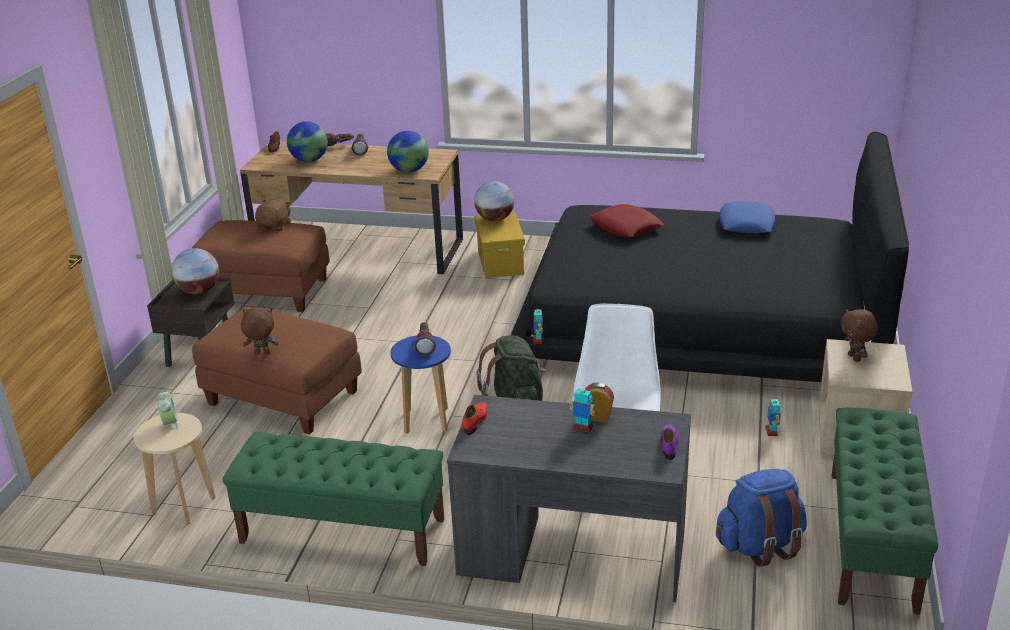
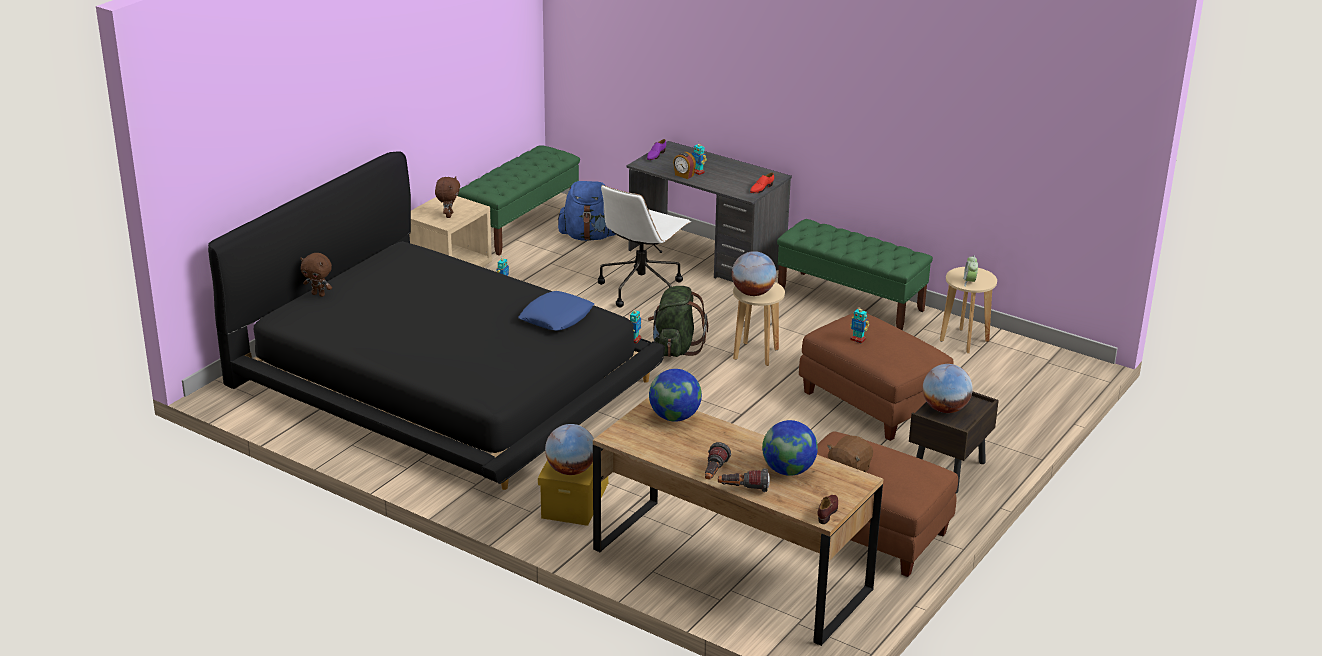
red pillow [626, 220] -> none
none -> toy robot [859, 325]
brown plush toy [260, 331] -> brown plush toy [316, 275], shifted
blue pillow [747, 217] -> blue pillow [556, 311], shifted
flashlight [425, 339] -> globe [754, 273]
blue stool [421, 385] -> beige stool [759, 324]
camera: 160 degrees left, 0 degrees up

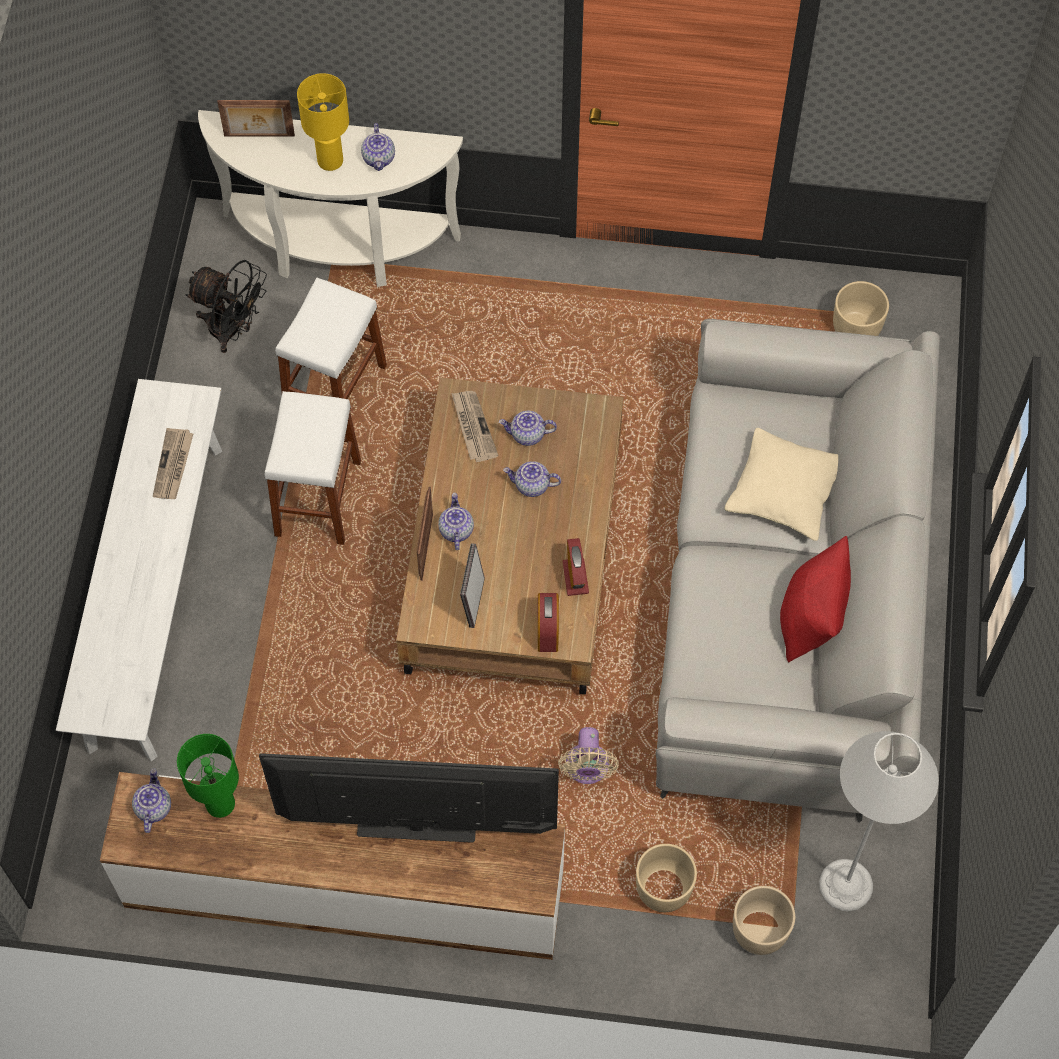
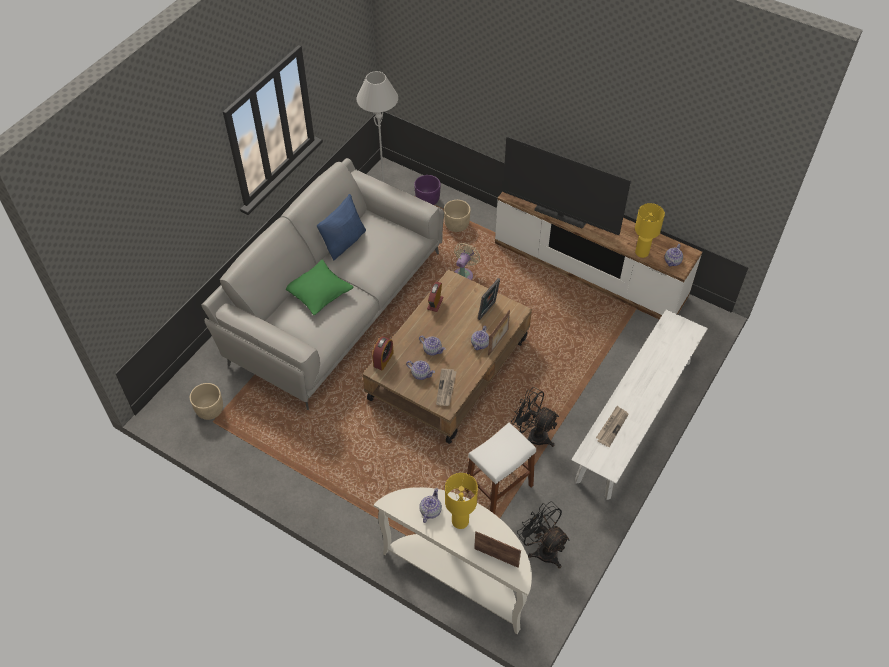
alarm clock [548, 622] -> alarm clock [383, 353], shifted
white stool [313, 468] -> black fan [535, 417]
green table lamp [208, 776] -> yellow table lamp [650, 230]
beige pillow [781, 484] -> green pillow [320, 287]
beige planter [764, 920] -> purple planter [427, 190]
red pillow [815, 599] -> blue pillow [341, 227]
camera: 155 degrees left, 10 degrees down

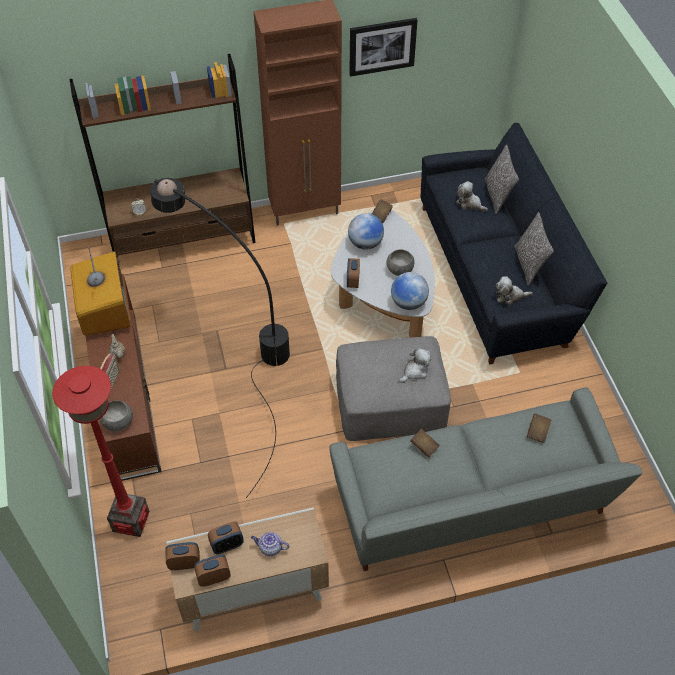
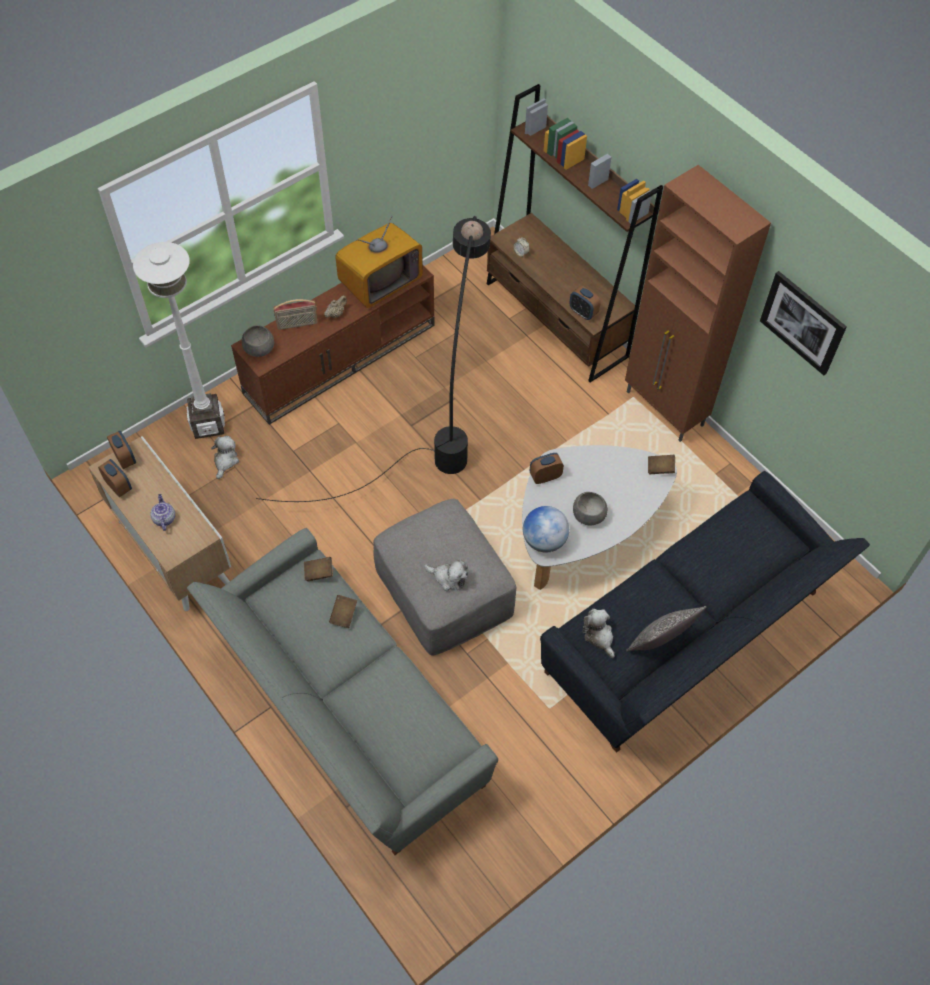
globe [366, 231] -> none
pillow [502, 179] -> none
alarm clock [226, 537] -> alarm clock [585, 303], shifted
plush toy [472, 196] -> plush toy [225, 457], shifted
brown book [539, 428] -> brown book [318, 569], shifted
red floor lamp [100, 451] -> white floor lamp [179, 340]
camera: 65 degrees right, 5 degrees up

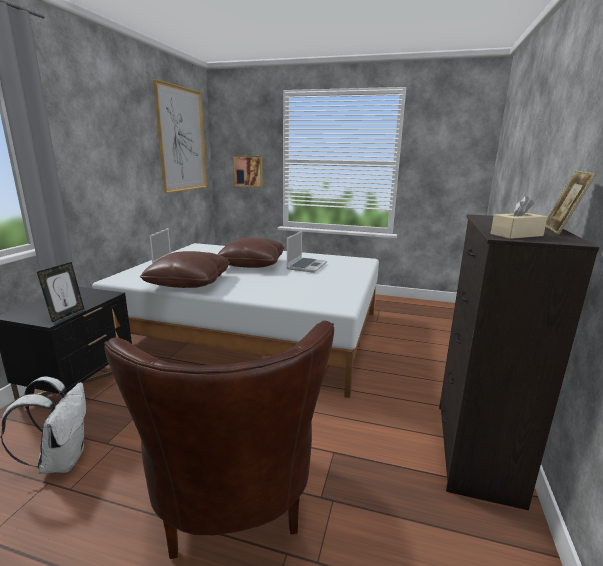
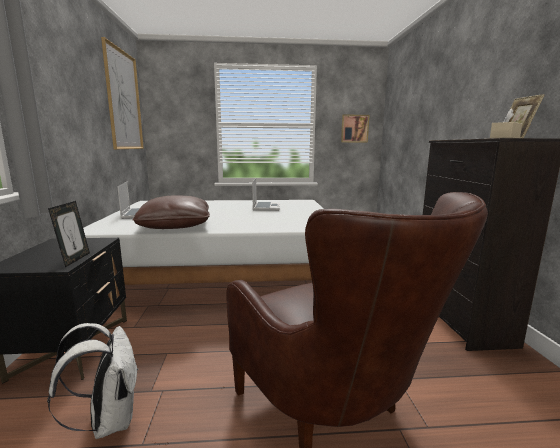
brown pillow [250, 253] -> none
picture [248, 171] -> picture [355, 128], shifted
camera: 20 degrees left, 5 degrees down

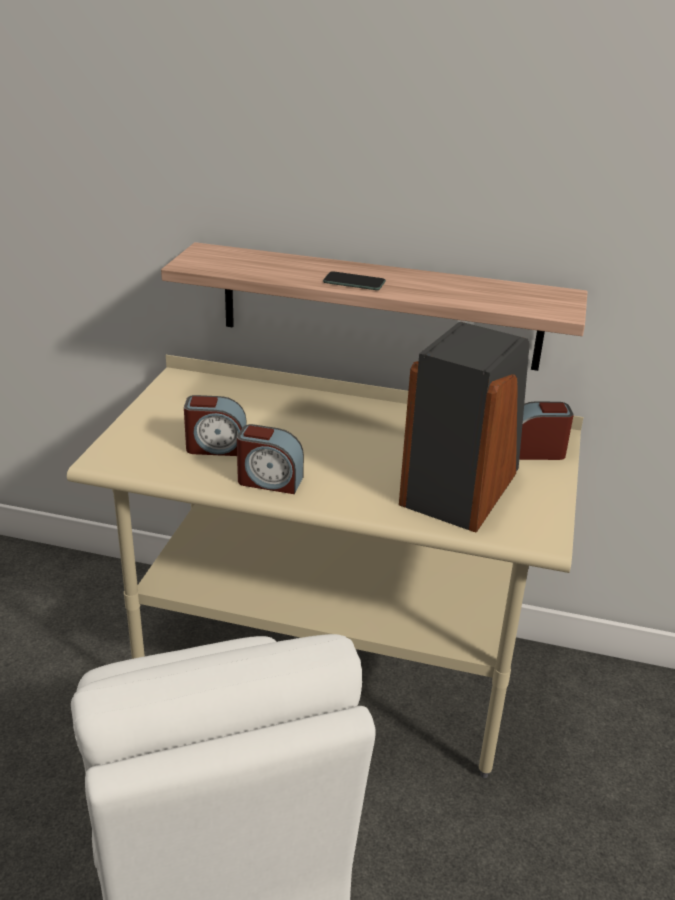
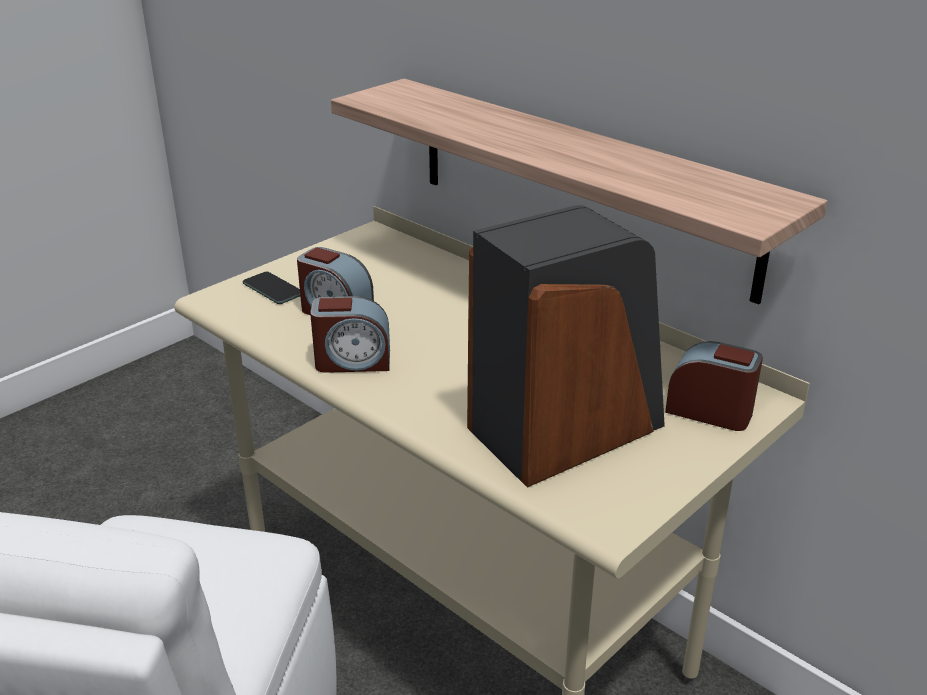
phone [354, 280] -> phone [271, 288], shifted
alarm clock [270, 459] -> alarm clock [350, 334], 45 degrees counterclockwise
camera: 30 degrees right, 0 degrees up

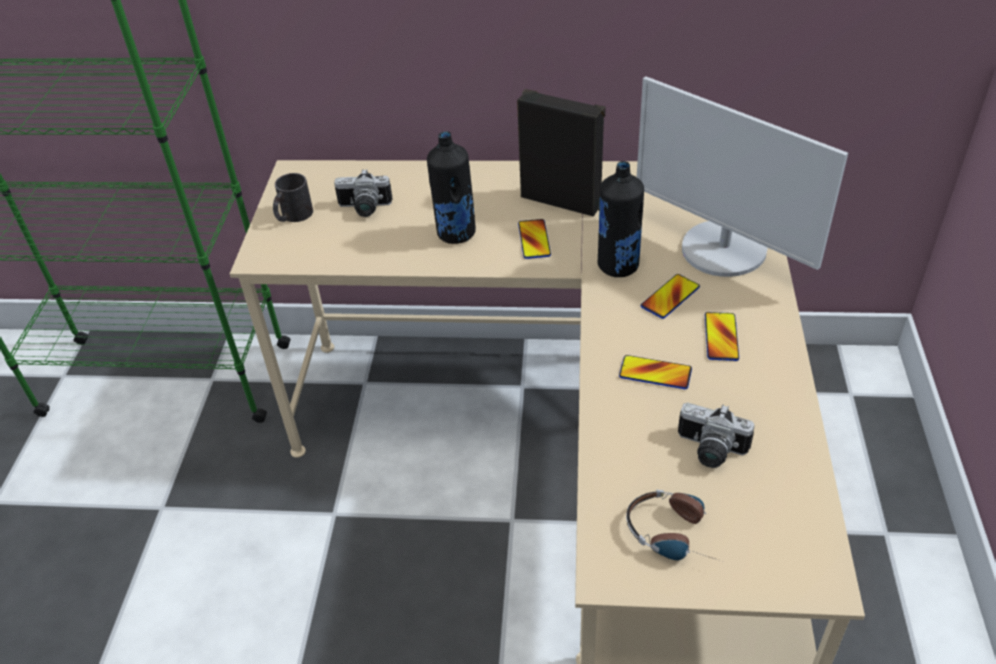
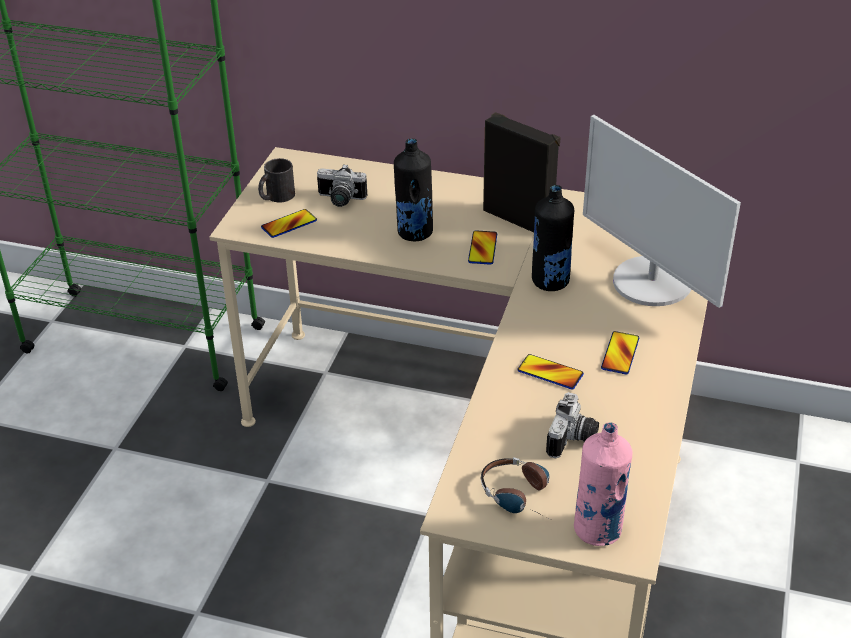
none -> pink bottle [603, 484]
phone [670, 296] -> phone [289, 223], shifted
photo camera [716, 435] -> photo camera [572, 425], 105 degrees counterclockwise
camera: 10 degrees right, 5 degrees down

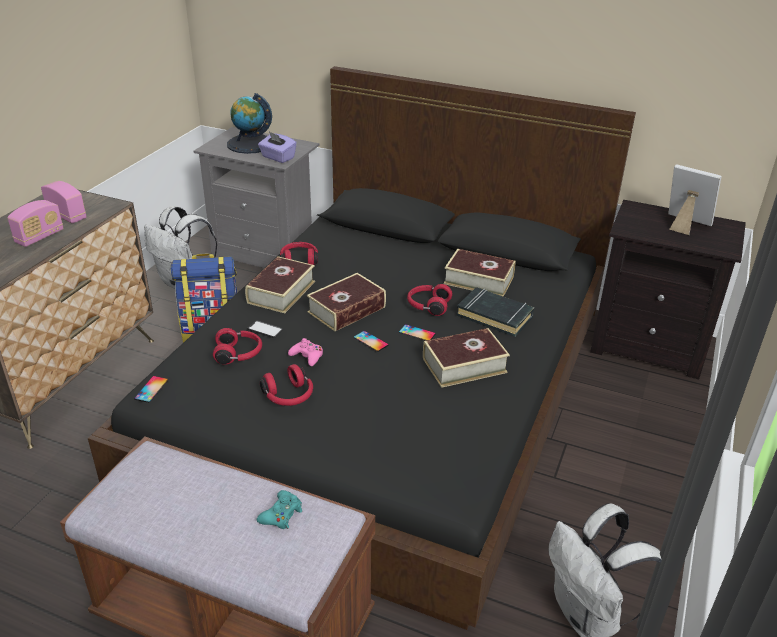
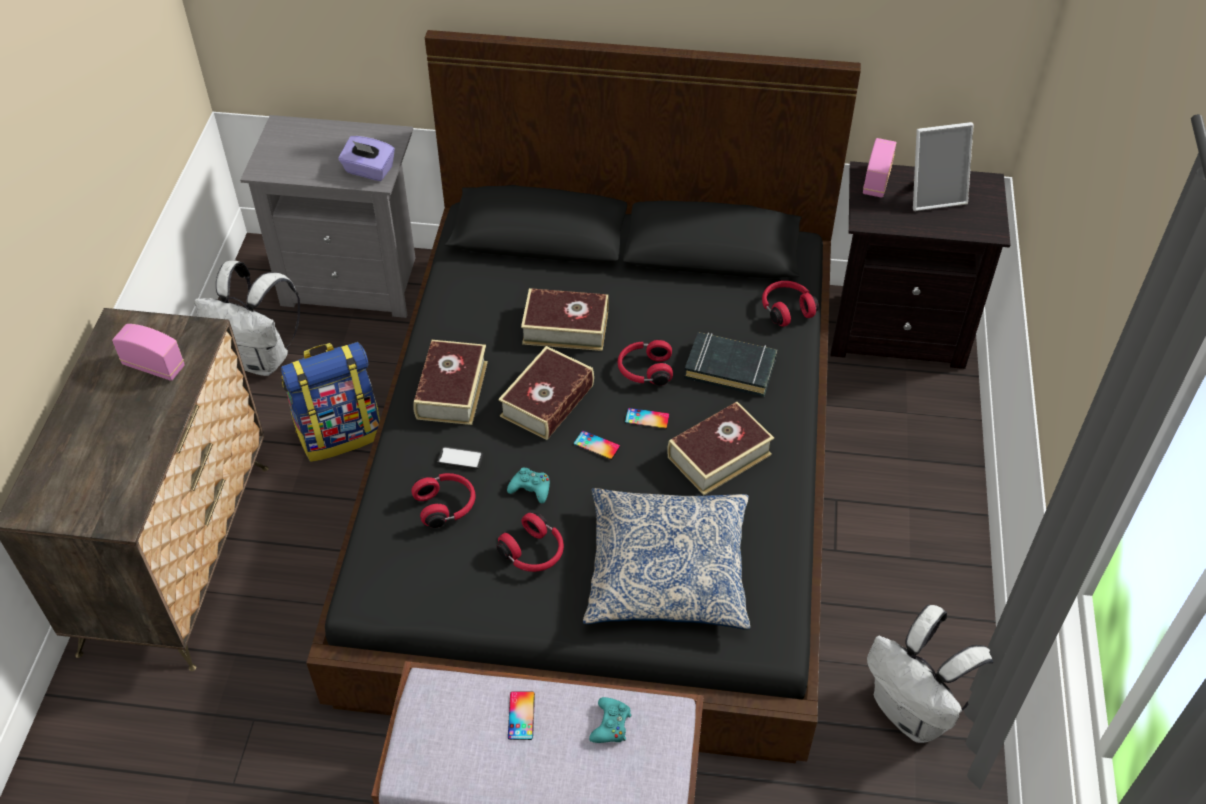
globe [249, 123] -> none
none -> pillow [666, 559]
radio [35, 223] -> radio [879, 168], shifted
phone [151, 389] -> phone [521, 715], shifted
red headphones [299, 253] -> red headphones [790, 304], shifted
book [480, 273] -> book [564, 319], shifted
pink game controller [305, 352] -> turquoise game controller [528, 485]
picture frame [695, 199] -> picture frame [943, 166], 150 degrees clockwise
camera: 15 degrees left, 15 degrees up

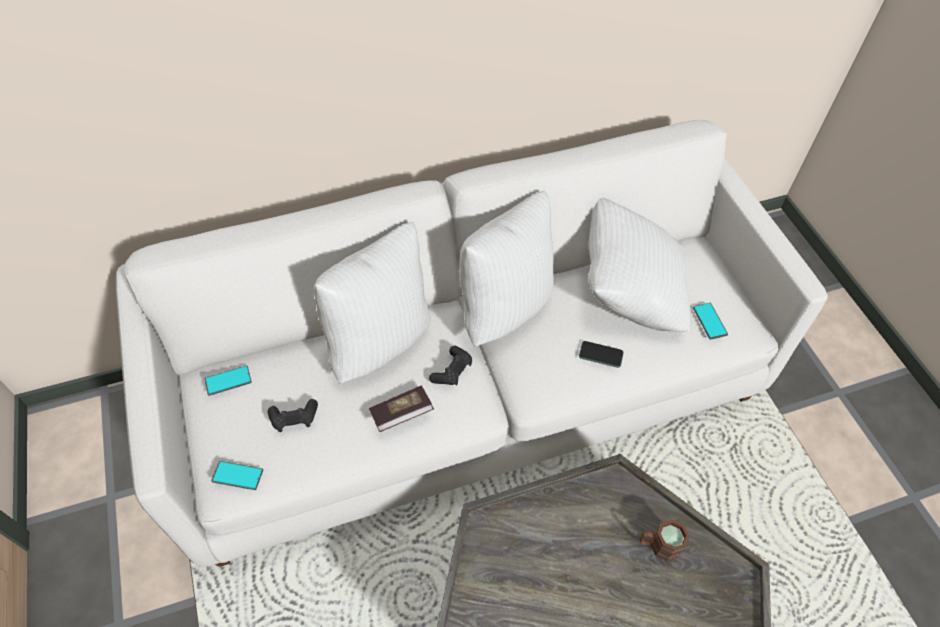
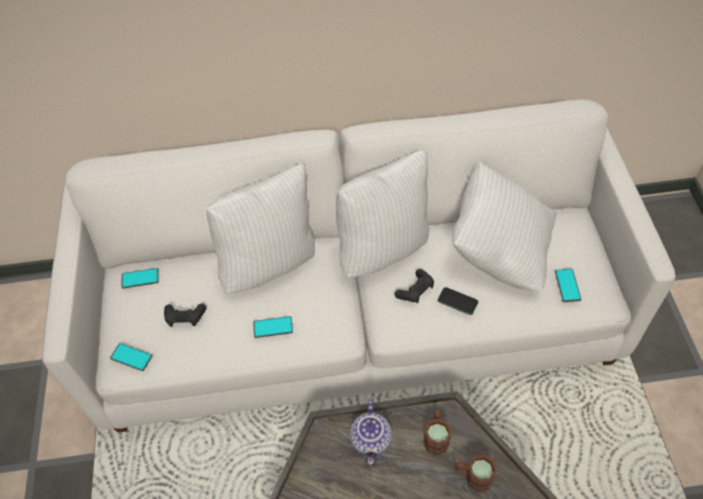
none -> teapot [371, 432]
none -> brown mug [437, 432]
black game controller [450, 366] -> black game controller [414, 286], shifted
book [401, 409] -> phone [273, 327]
camera: 15 degrees right, 0 degrees up

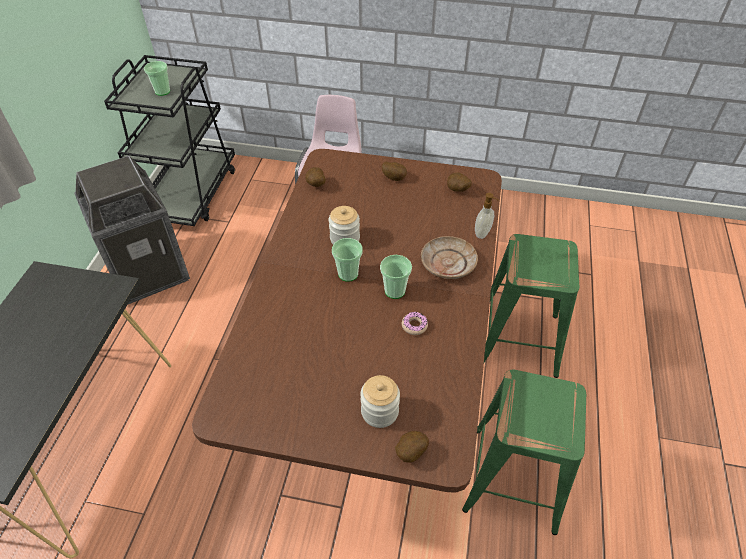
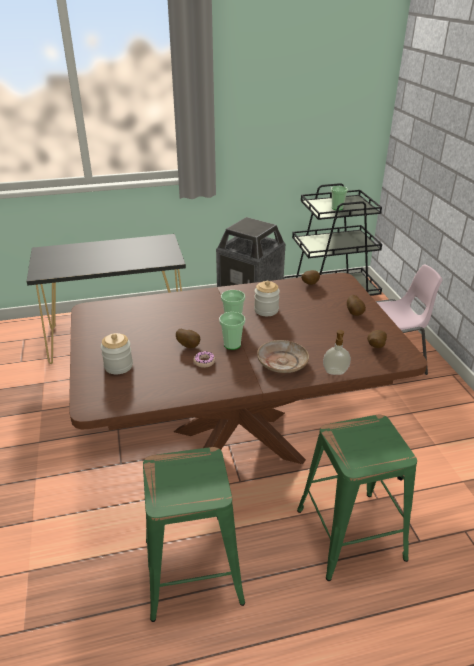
potato [412, 447] -> potato [188, 338], shifted
camera: 65 degrees right, 15 degrees down

